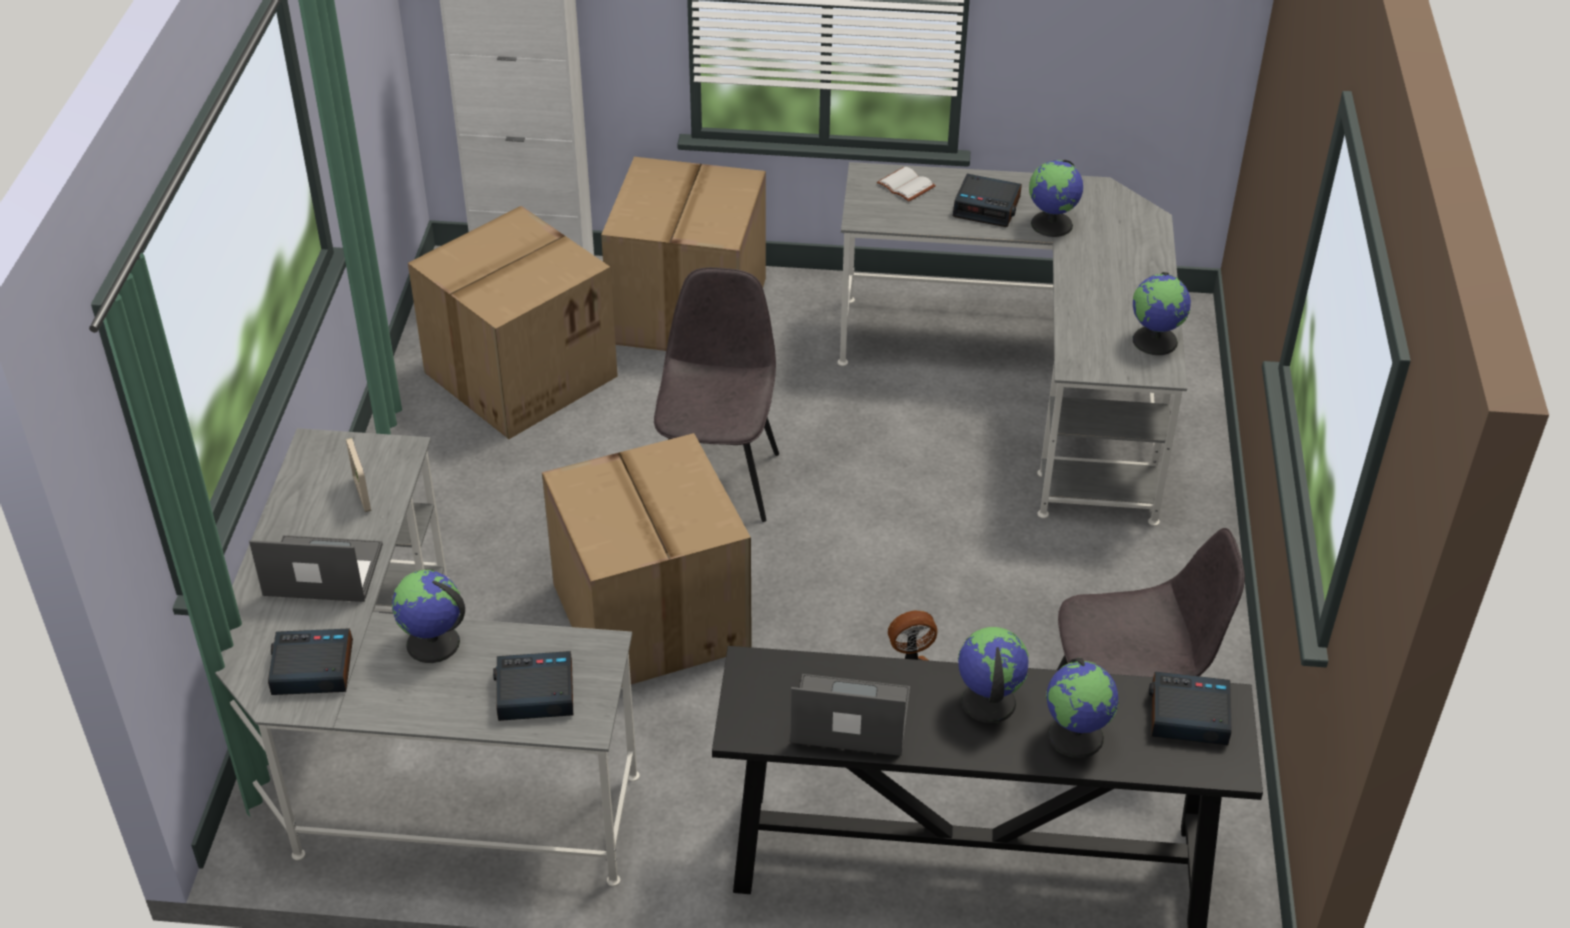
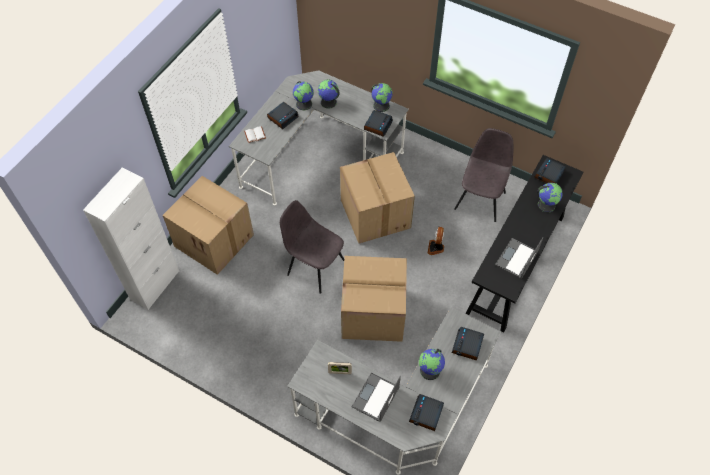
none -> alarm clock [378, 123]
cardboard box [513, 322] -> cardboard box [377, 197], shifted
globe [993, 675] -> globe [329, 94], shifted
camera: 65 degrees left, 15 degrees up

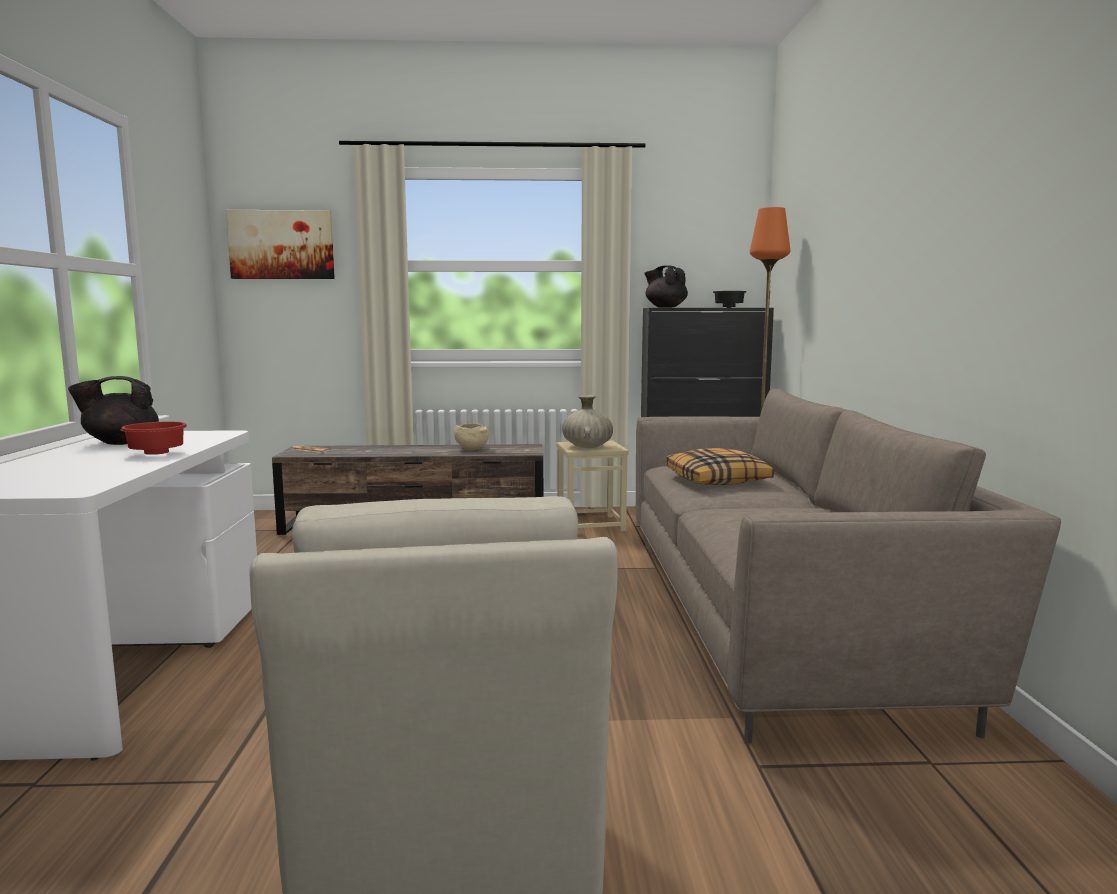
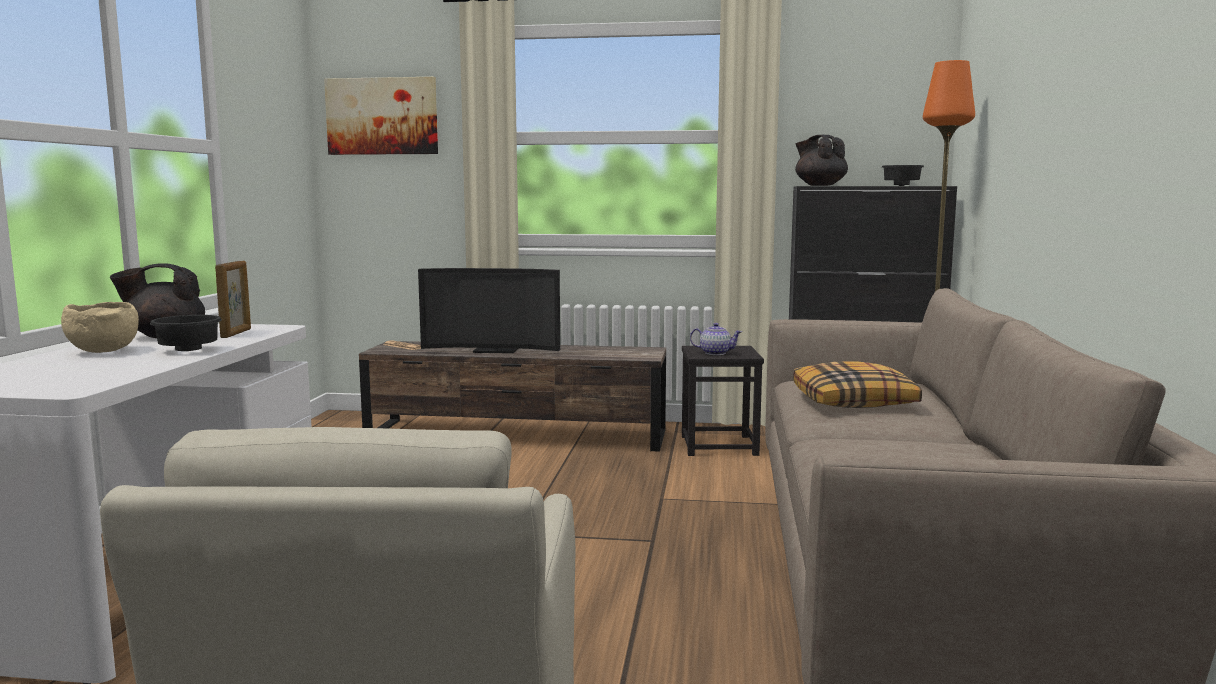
none -> picture frame [233, 299]
none -> television [489, 311]
beige bowl [471, 436] -> beige bowl [100, 327], shifted
beige vase [587, 421] -> teapot [716, 339]
red bowl [154, 438] -> black bowl [186, 333]
beige stool [592, 486] -> black stool [723, 401]
camera: 10 degrees right, 0 degrees up

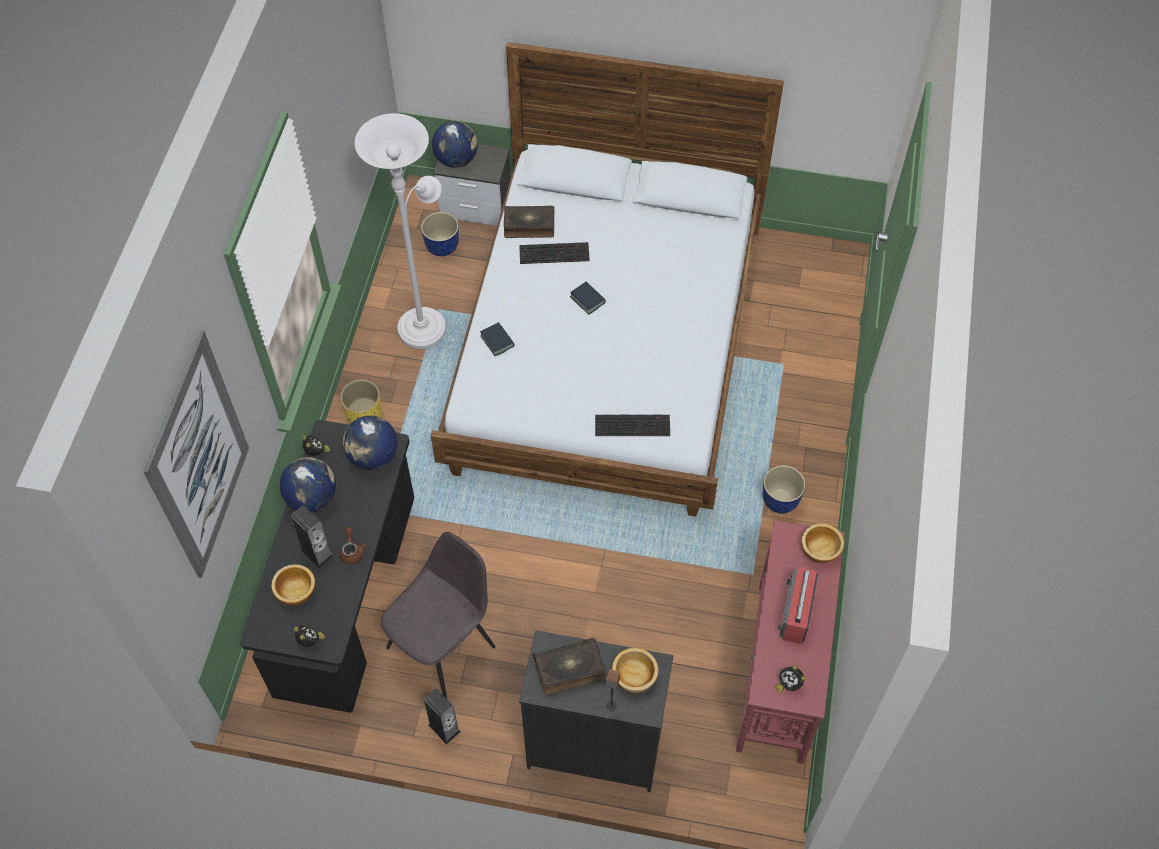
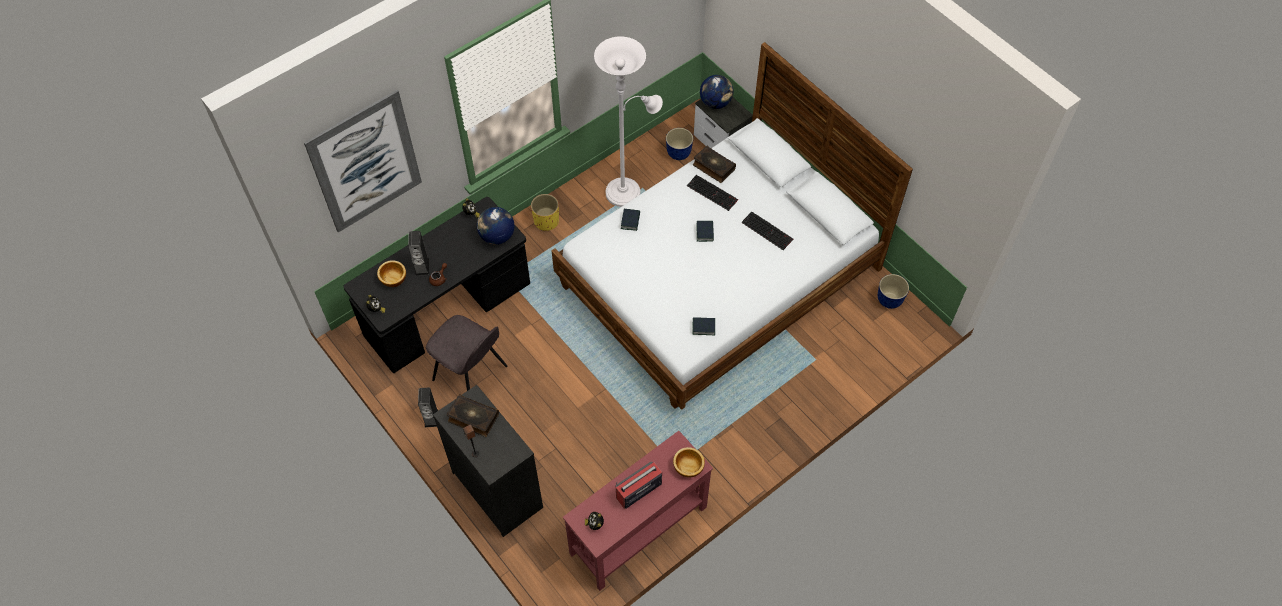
globe [308, 484] -> none
bowl [635, 670] -> none
none -> book [704, 326]
keyboard [632, 425] -> keyboard [767, 231], shifted
planter [784, 489] -> planter [893, 291], shifted
grey chair [437, 615] -> grey chair [466, 353], 45 degrees clockwise
camera: 40 degrees right, 0 degrees up

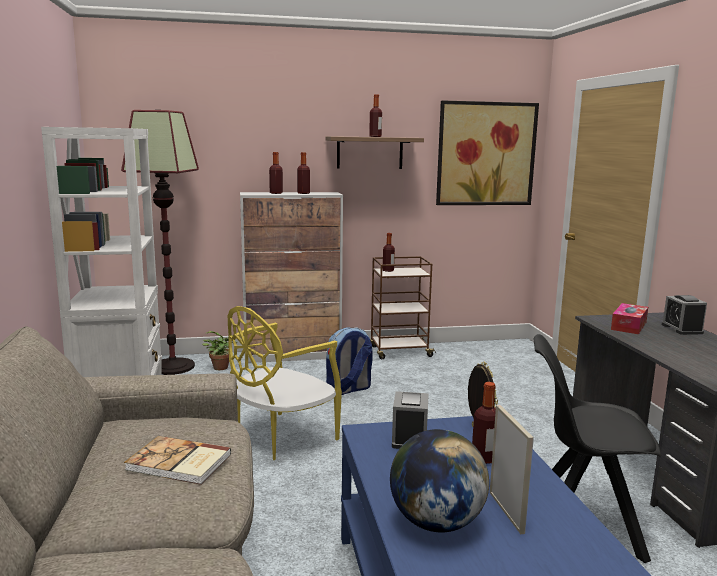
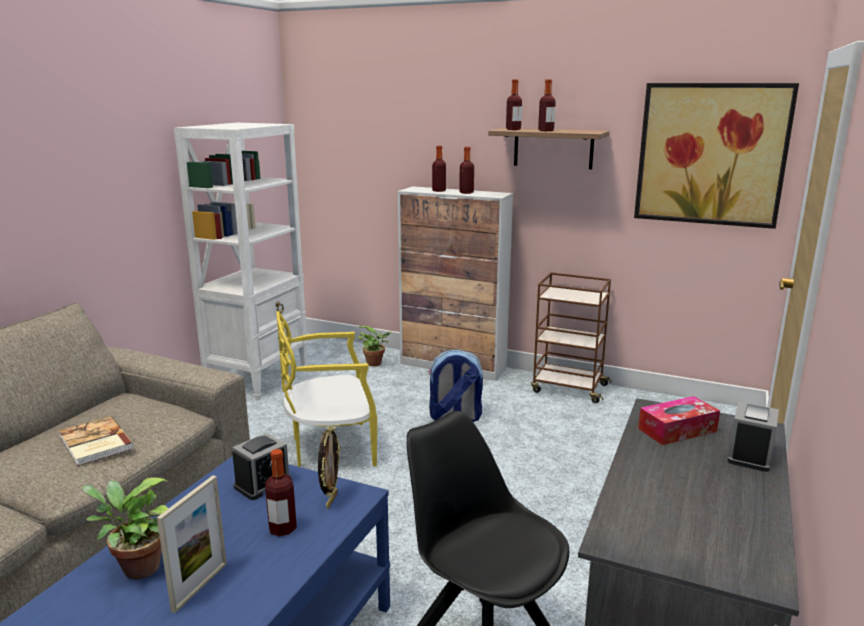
floor lamp [160, 242] -> none
bottle [389, 252] -> bottle [514, 105], shifted
globe [439, 480] -> potted plant [125, 528]
camera: 35 degrees right, 5 degrees up

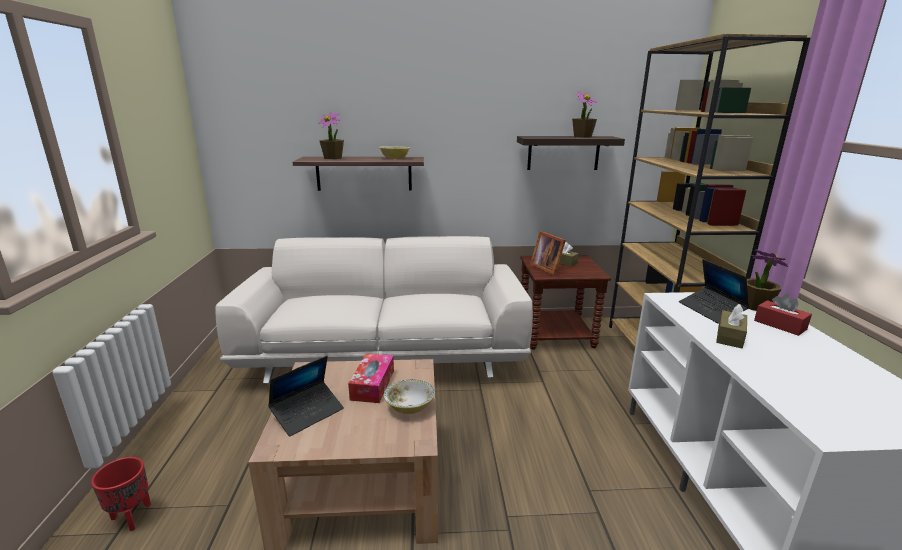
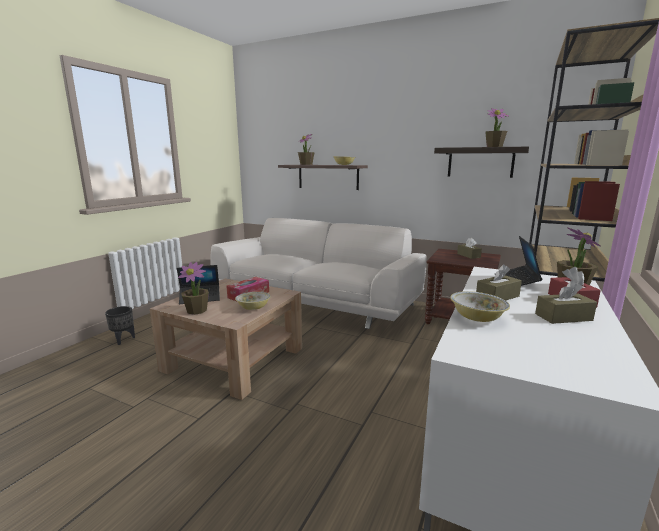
picture frame [548, 253] -> none
none -> potted plant [193, 288]
none -> bowl [480, 306]
none -> brown tissue box [566, 302]
red planter [121, 494] -> black planter [120, 325]
camera: 30 degrees right, 5 degrees down

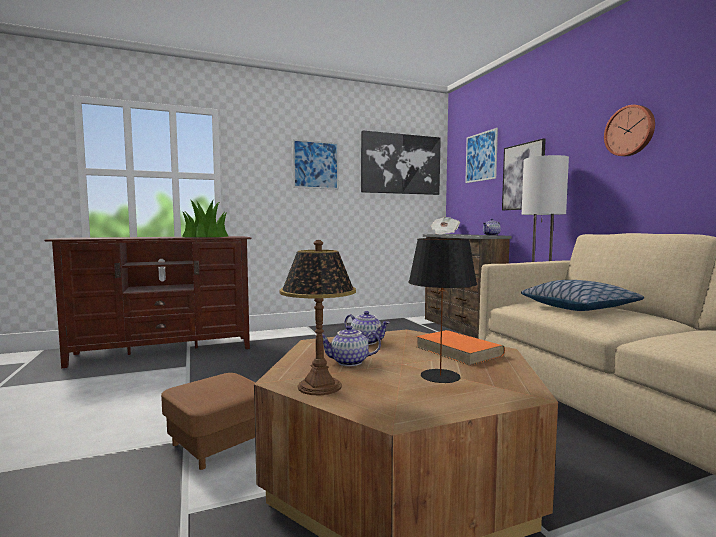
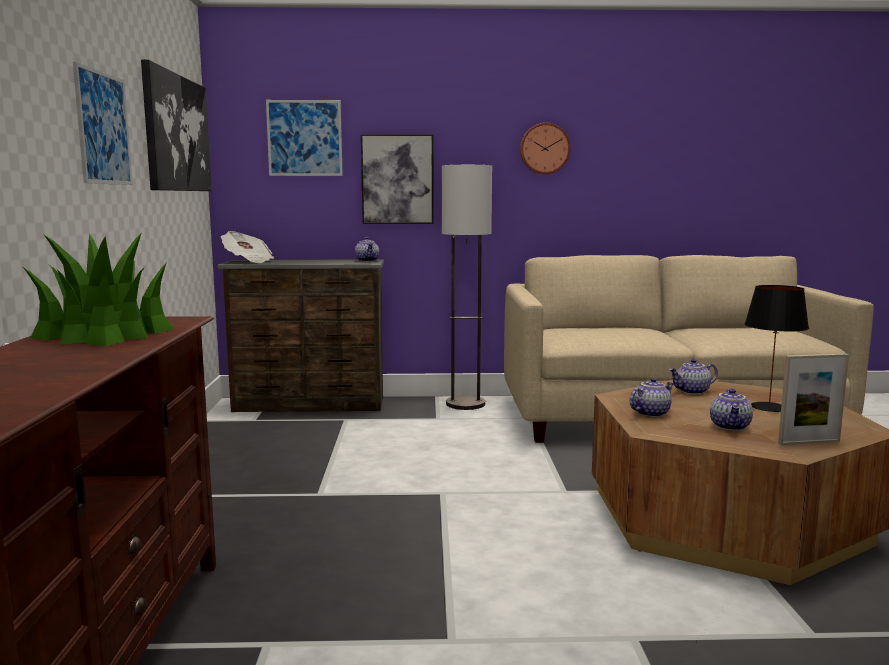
brown ottoman [208, 421] -> none
pillow [582, 295] -> none
table lamp [317, 317] -> picture frame [813, 399]
orange book [460, 348] -> teapot [693, 377]
camera: 70 degrees left, 5 degrees up

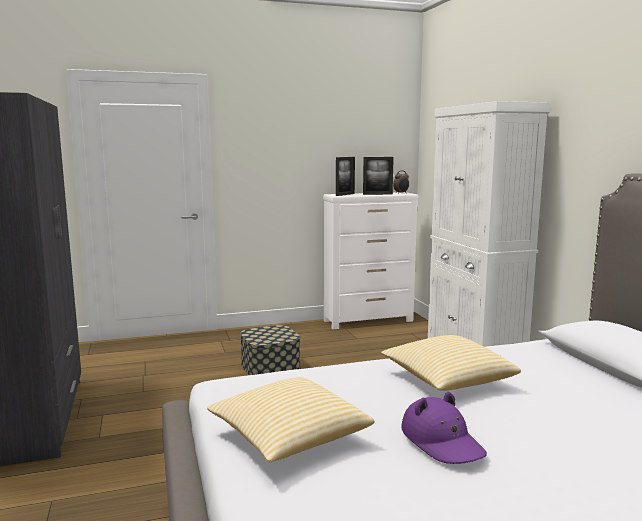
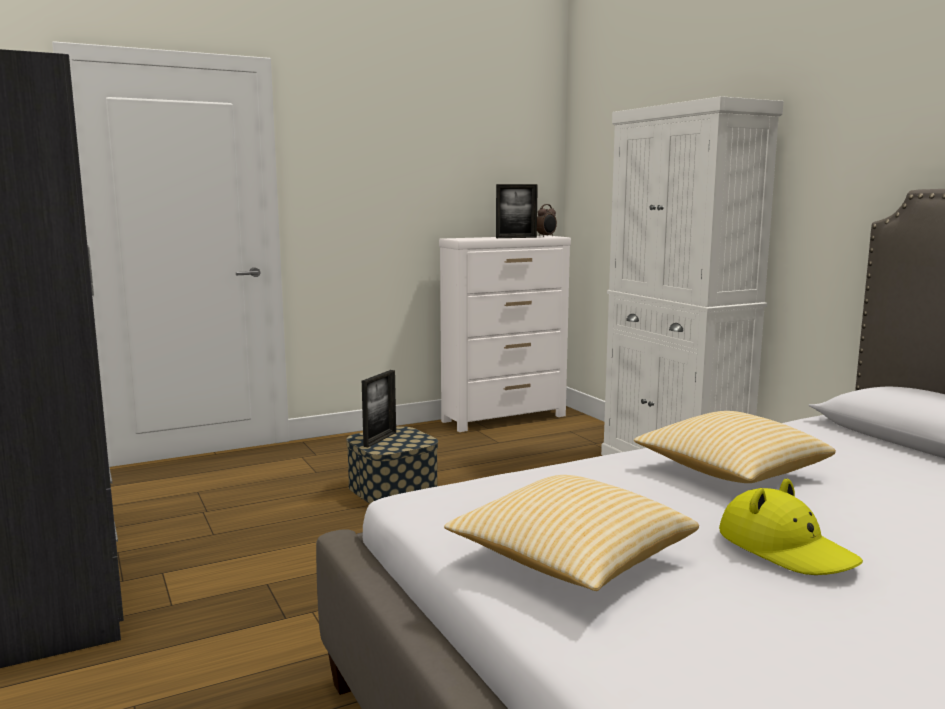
picture frame [345, 176] -> picture frame [379, 408], shifted
purple hat [444, 428] -> yellow hat [791, 526]
camera: 10 degrees left, 0 degrees up

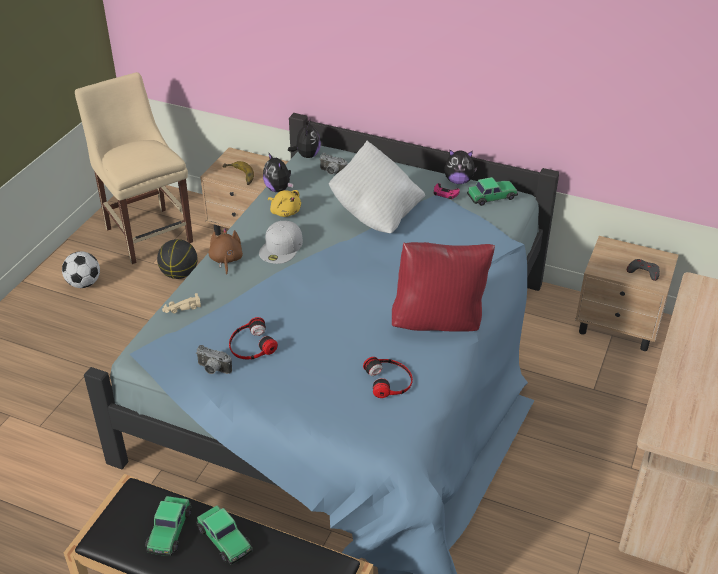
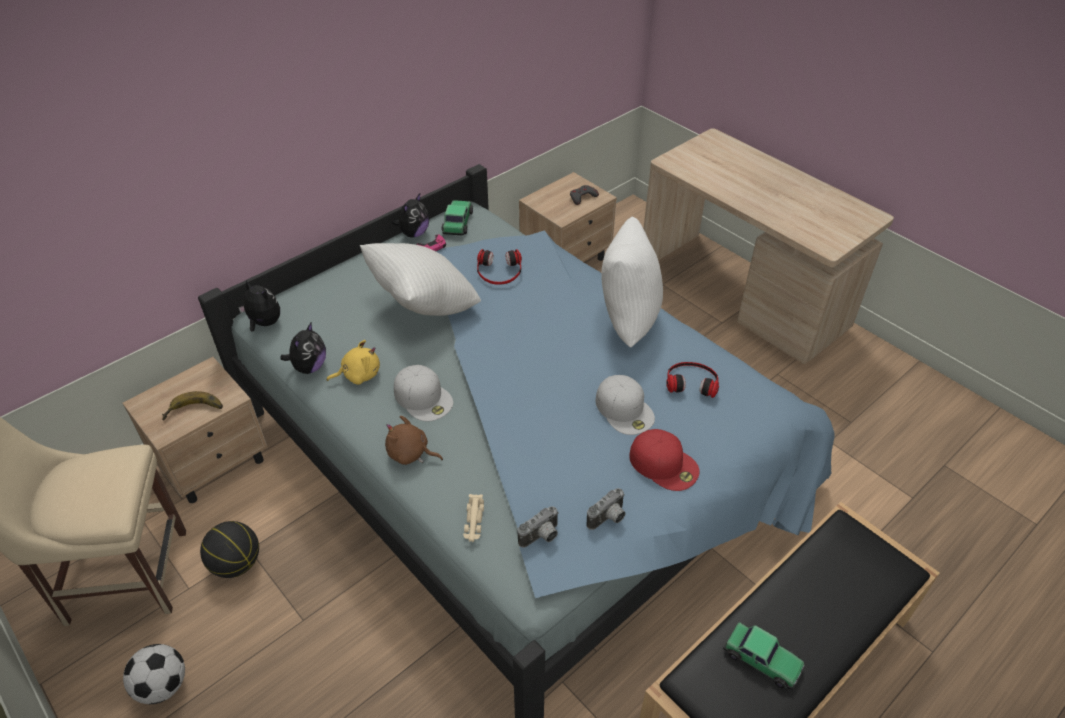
toy car [224, 535] -> none
none -> white cap [625, 405]
none -> red cap [664, 460]
headphones [253, 338] -> headphones [499, 267], shifted
photo camera [333, 164] -> photo camera [538, 527], shifted
red pillow [443, 287] -> white pillow [632, 282]
plush toy [278, 172] -> plush toy [303, 348], 60 degrees counterclockwise
camera: 65 degrees left, 5 degrees up

